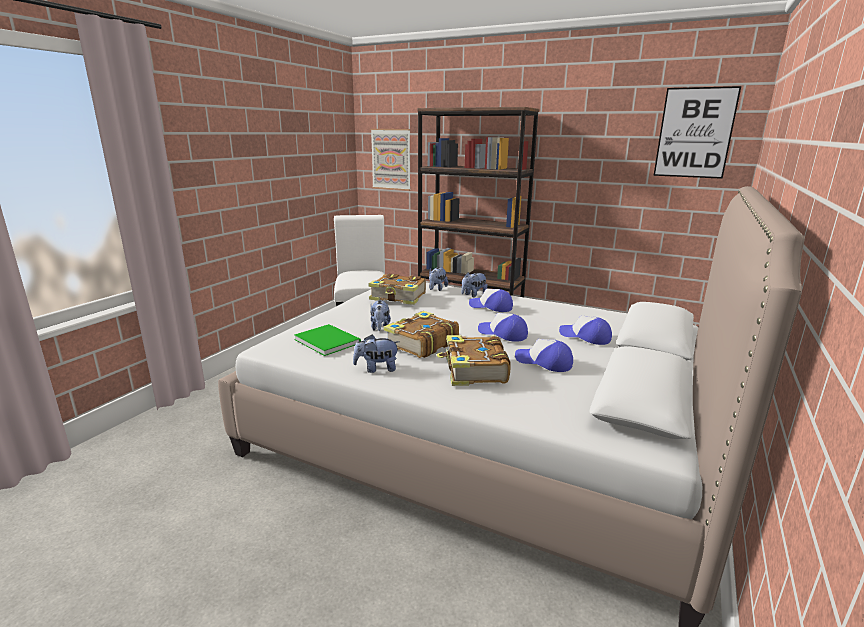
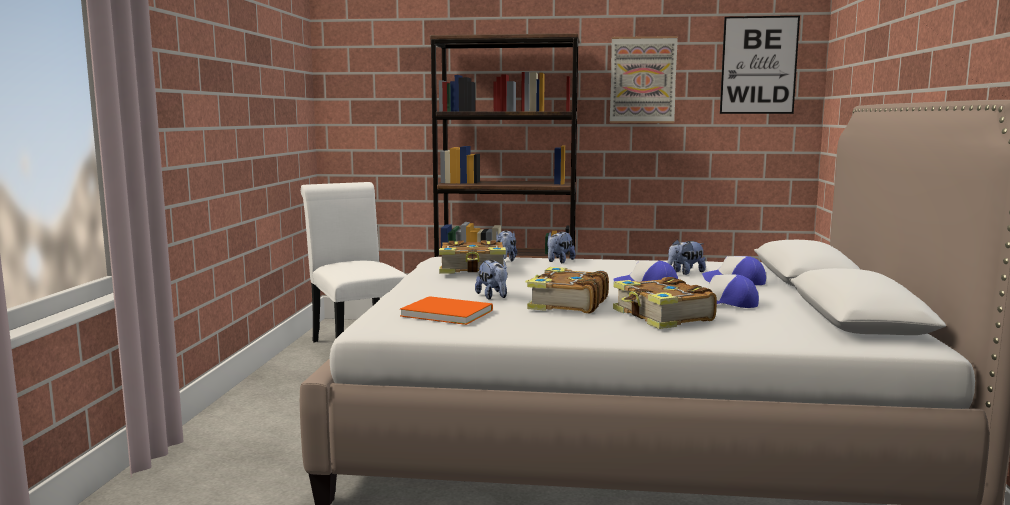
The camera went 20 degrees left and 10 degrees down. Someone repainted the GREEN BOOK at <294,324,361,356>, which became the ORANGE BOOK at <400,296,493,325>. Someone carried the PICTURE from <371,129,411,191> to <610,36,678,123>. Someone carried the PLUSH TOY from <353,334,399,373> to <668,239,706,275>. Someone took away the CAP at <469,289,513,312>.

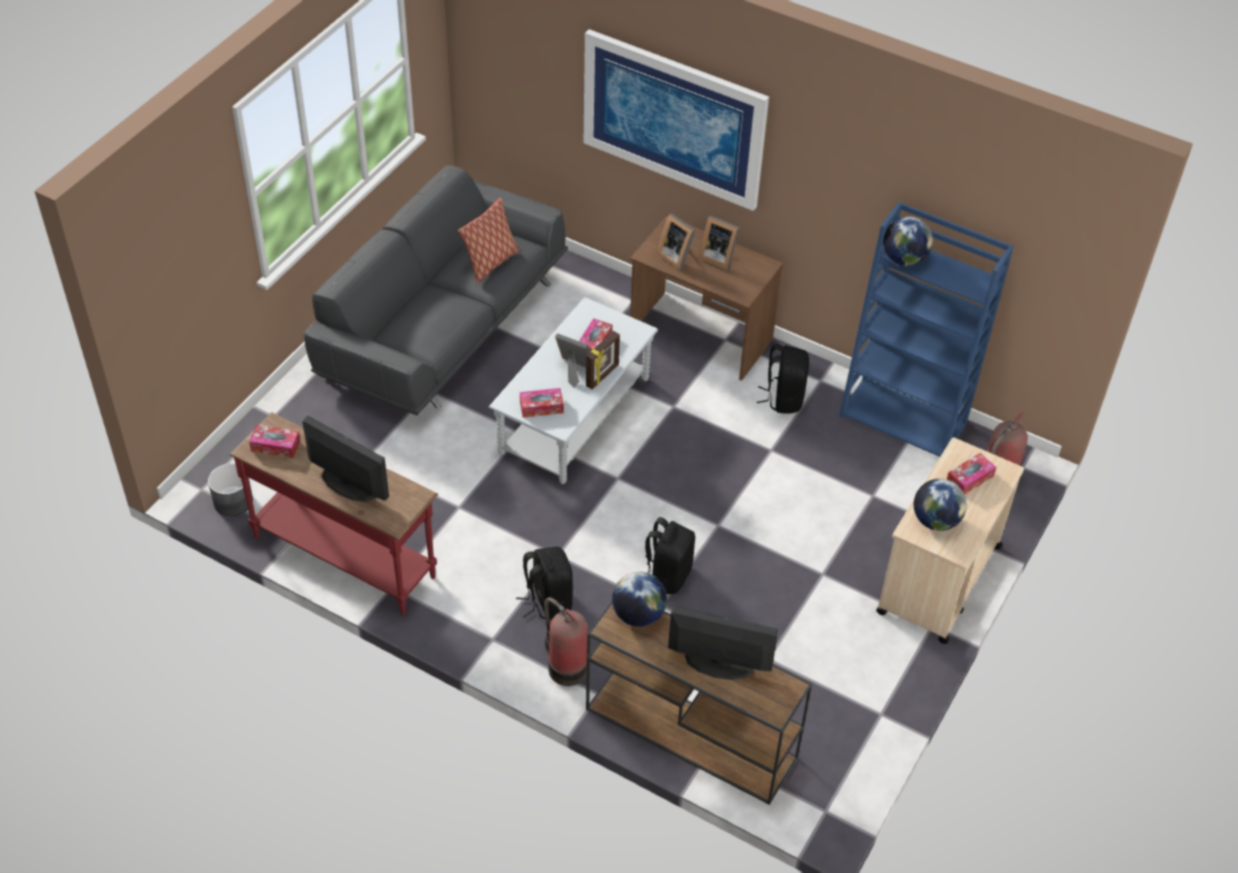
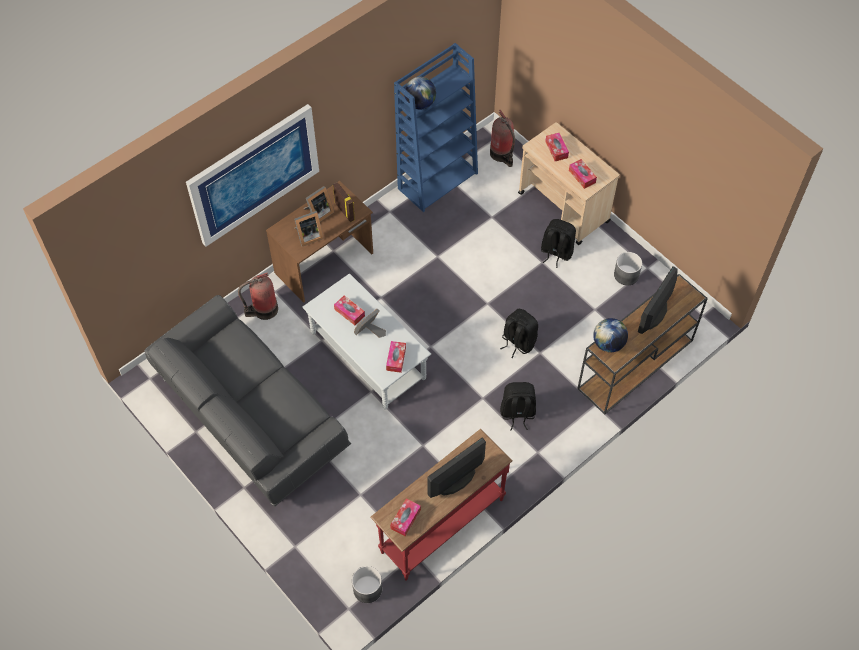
The camera went 70 degrees left and 10 degrees up. Someone carried the FIRE EXTINGUISHER from <544,597,588,686> to <238,272,278,320>. Someone carried the PICTURE FRAME from <586,331,620,389> to <333,182,355,222>. Someone carried the BLACK BACKPACK from <757,344,809,414> to <541,219,576,268>. Someone swapped the GLOBE at <914,479,967,531> for the TISSUE BOX at <569,159,597,189>. Someone put down the GREY PLANTER at <614,252,642,285>. Someone took away the PILLOW at <458,198,519,283>.

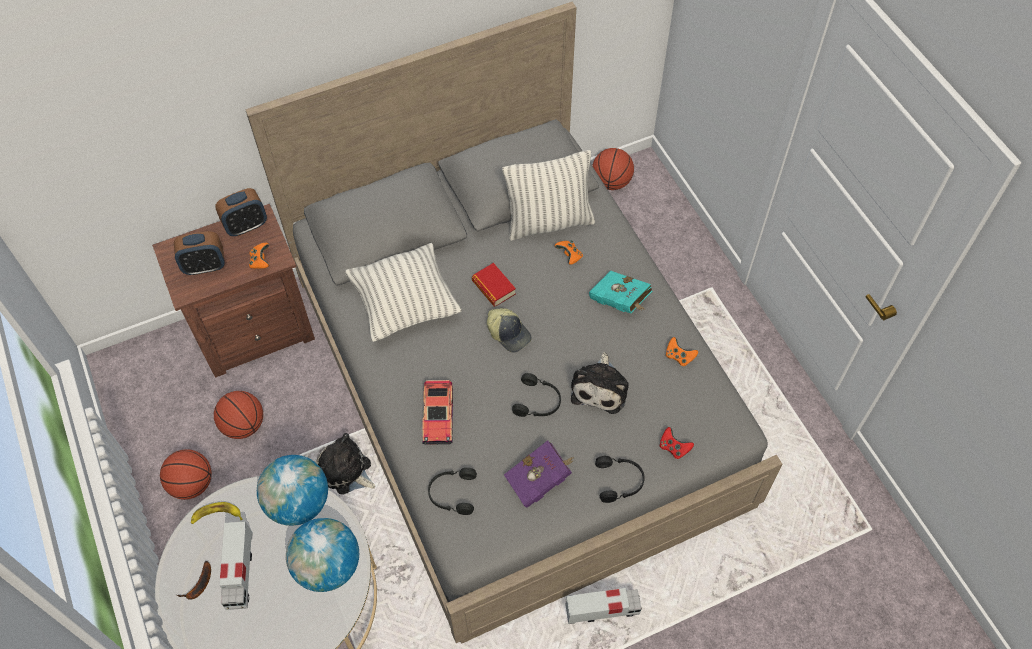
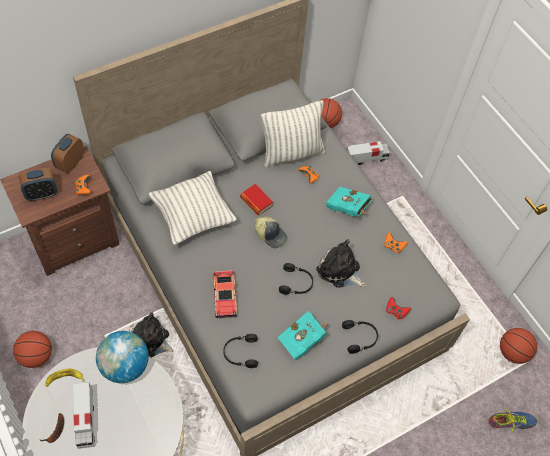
The camera went 10 degrees left and 0 degrees up. Someone rotated the ALARM CLOCK at <215,188,267,236> by 150 degrees clockwise. Someone repainted the PURPLE BOOK at <504,440,574,508>, which became the TURQUOISE BOOK at <277,311,328,360>. Someone rotated the PLUSH TOY at <571,352,629,414> by 120 degrees clockwise. Someone carried the TOY TRUCK from <565,588,642,624> to <346,141,390,165>. Someone put down the SHOE at <489,408,537,432>. Someone carried the BASKETBALL from <214,391,263,439> to <500,328,537,364>. Someone took away the GLOBE at <286,518,359,592>.

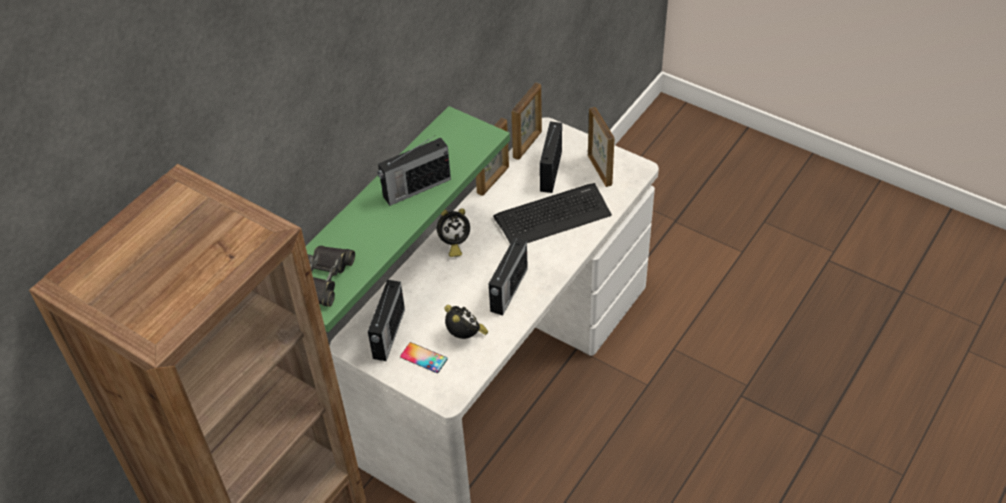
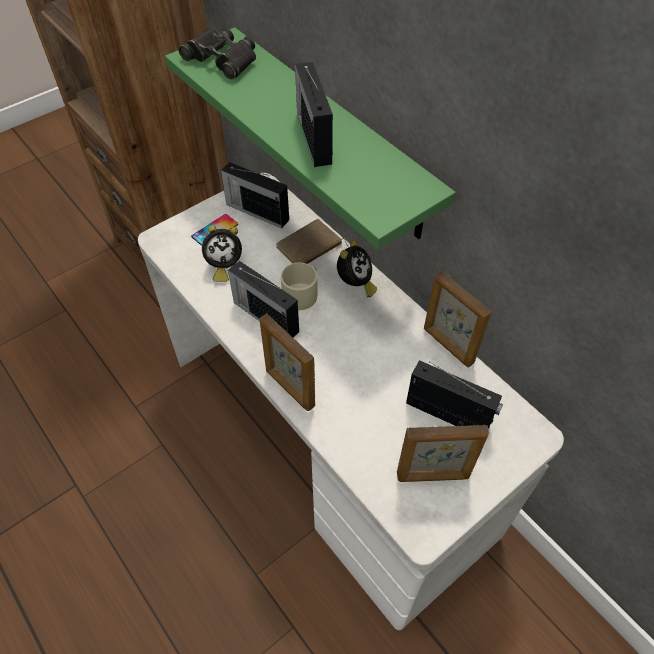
The camera went 105 degrees right and 5 degrees up. Someone carried the PICTURE FRAME from <512,83,542,160> to <260,313,315,411>. Someone put down the BROWN BOOK at <276,219,349,264>. Someone put down the BEIGE MUG at <281,262,318,310>. Someone rotated the ALARM CLOCK at <437,208,470,257> by 150 degrees counterclockwise. Someone took away the KEYBOARD at <493,183,612,244>.

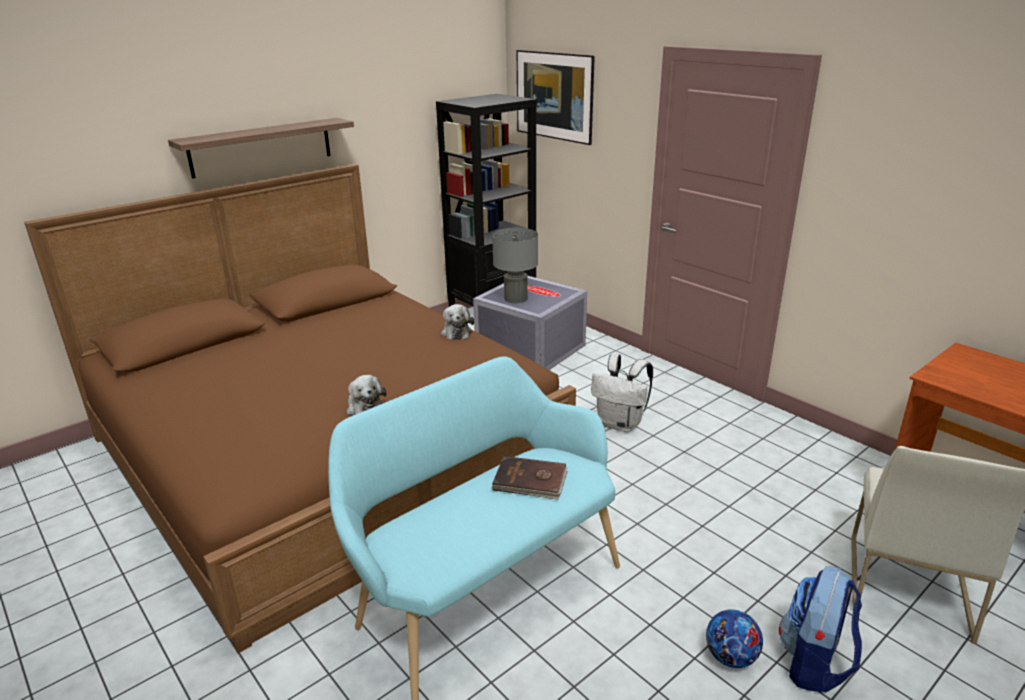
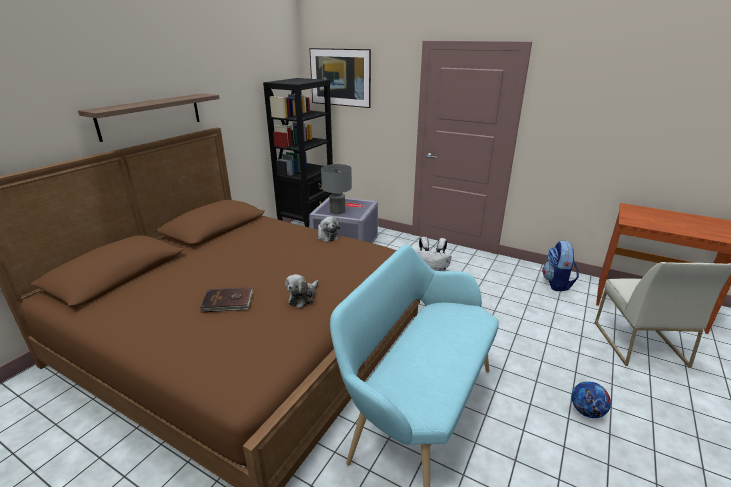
The camera went 20 degrees left and 0 degrees up. Someone carried the BROWN BOOK from <491,456,568,500> to <200,287,253,313>. Someone rotated the PLUSH TOY at <346,375,387,415> by 75 degrees clockwise. Someone carried the BACKPACK from <779,566,862,693> to <542,241,579,291>.

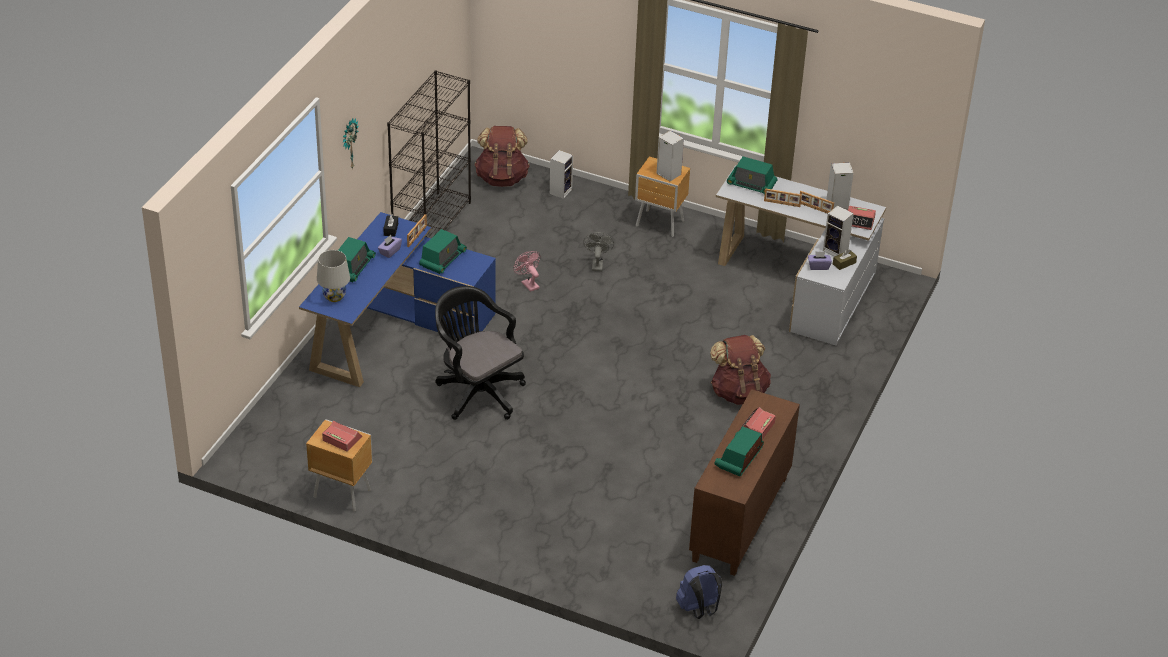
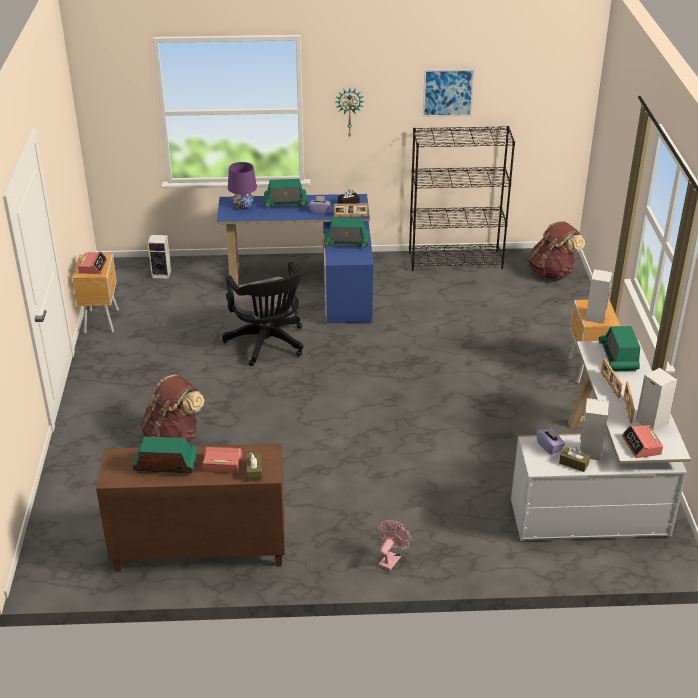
The camera went 65 degrees right and 5 degrees down. Someone carried the BROWN BACKPACK from <710,335,771,405> to <140,374,205,443>. Someone carried the SPEAKER from <550,150,573,199> to <148,235,171,279>. Someone rotated the BLACK OFFICE CHAIR at <435,286,526,420> by 135 degrees clockwise. Someone repainted the WHITE TABLE LAMP at <317,250,350,302>, which became the PURPLE TABLE LAMP at <228,162,257,210>. Someone put down the BROWN TISSUE BOX at <246,453,262,481>. Someone carried the PINK FAN from <514,251,540,292> to <378,520,412,571>. Someone put up the PICTURE at <423,69,475,117>. Someone took away the GREY FAN at <583,232,614,272>. Someone took away the BLUE BACKPACK at <676,565,722,619>.

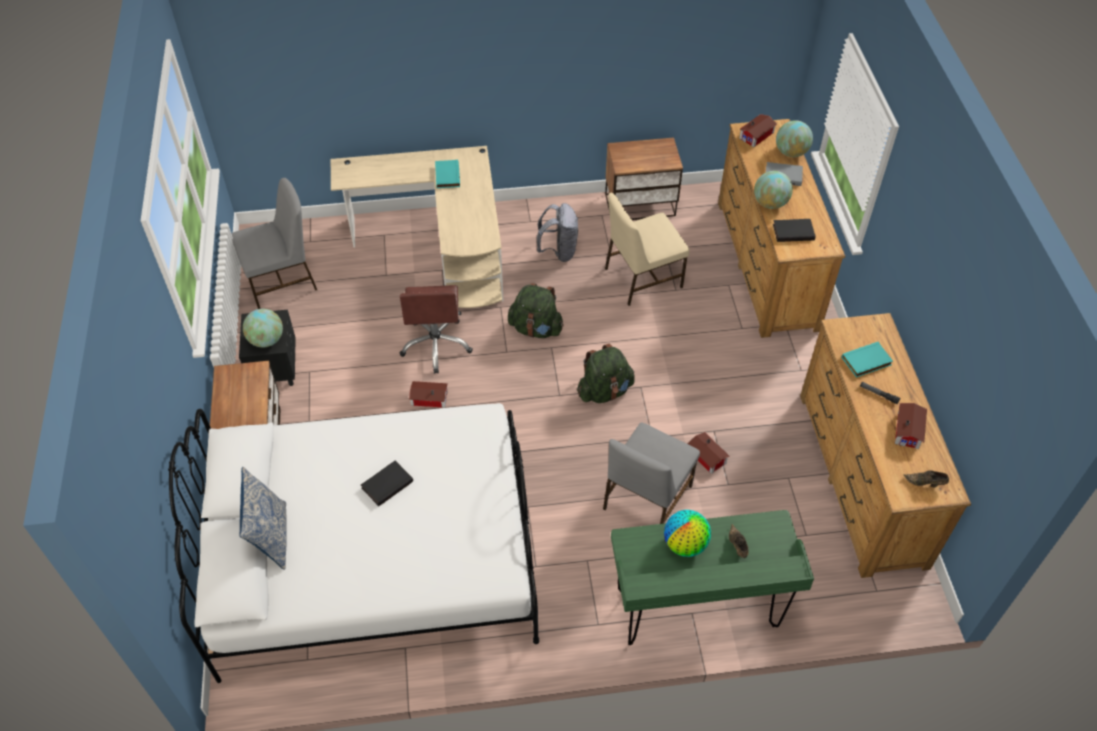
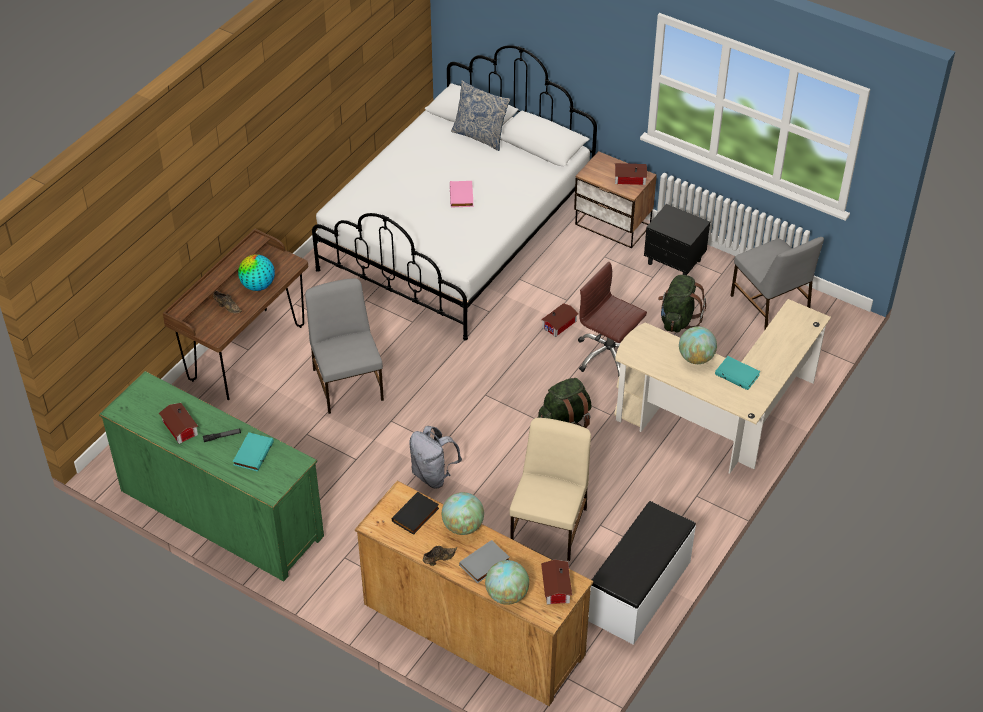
The camera went 130 degrees right and 5 degrees down. Someone repainted the BROWN DRESSER at <800,313,971,578>, which became the GREEN DRESSER at <99,371,324,581>. Someone repainted the GREEN DESK at <611,510,814,645>, which became the BROWN DESK at <163,229,308,400>. Someone carried the GREY BACKPACK from <537,203,578,262> to <409,426,462,488>. Someone carried the BROWN SHOE from <904,470,949,488> to <423,546,457,566>. Someone repainted the BLACK BOOK at <361,461,413,506>, which became the PINK BOOK at <450,181,473,208>. Someone swapped the NIGHTSTAND at <605,137,683,220> for the WHITE BENCH at <588,501,696,645>. Someone carried the TOY HOUSE from <687,432,730,474> to <615,163,647,185>. Someone carried the GREEN BACKPACK from <577,344,635,403> to <658,275,706,332>. Someone carried the GLOBE from <243,309,283,347> to <679,326,717,364>. Someone rotated the GREY CHAIR at <231,178,317,309> by 45 degrees counterclockwise.

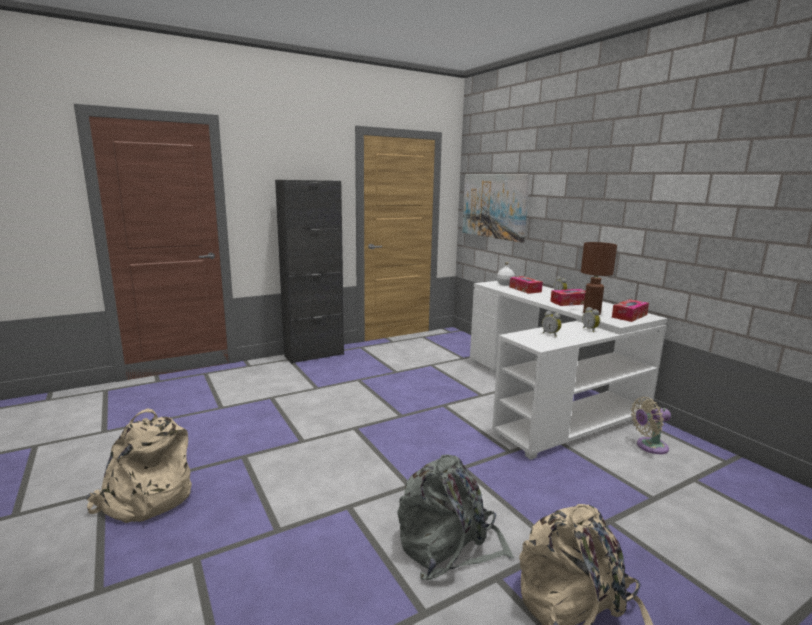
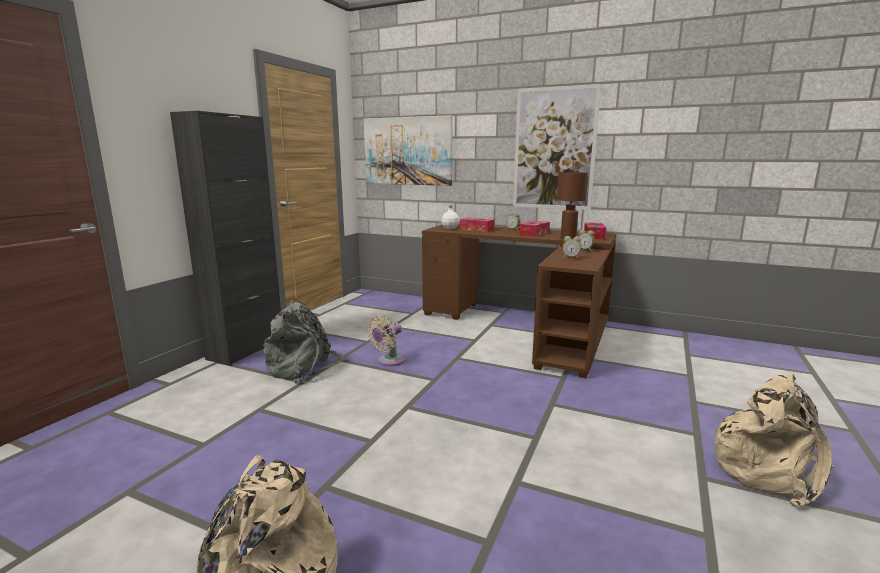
The camera went 35 degrees left and 0 degrees up. Someone carried the GREY BACKPACK from <397,454,514,580> to <263,299,349,384>. Someone carried the BEIGE FAN from <631,397,671,454> to <367,315,405,366>. Someone repainted the WHITE DESK at <470,281,667,460>, which became the BROWN DESK at <422,224,616,378>. Someone put up the PICTURE at <513,84,601,210>.

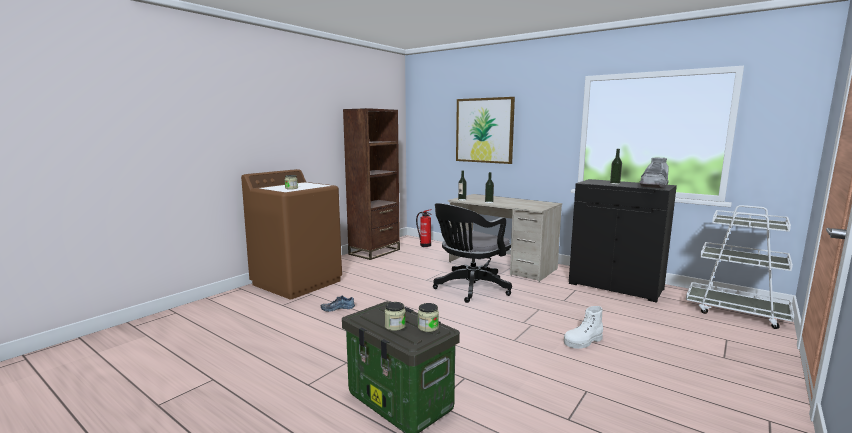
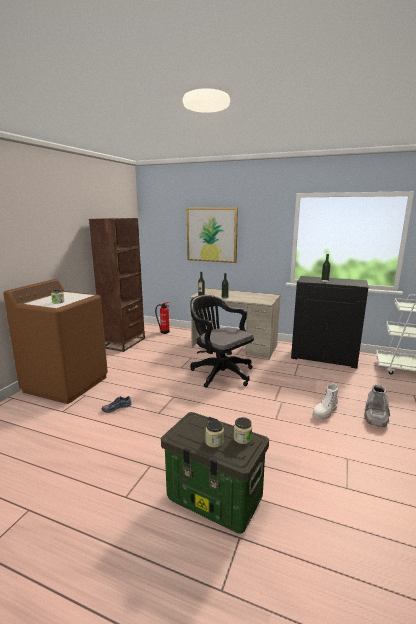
The camera went 15 degrees left and 5 degrees up. Someone rotated the BLACK OFFICE CHAIR at <433,203,512,303> by 105 degrees clockwise. Someone carried the GREY BOOT from <640,158,669,188> to <364,384,390,427>.

